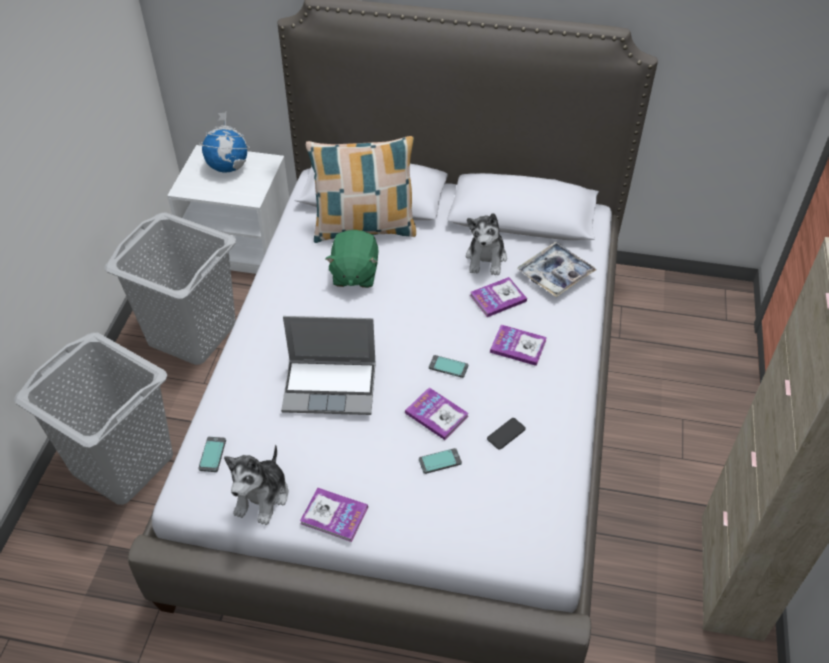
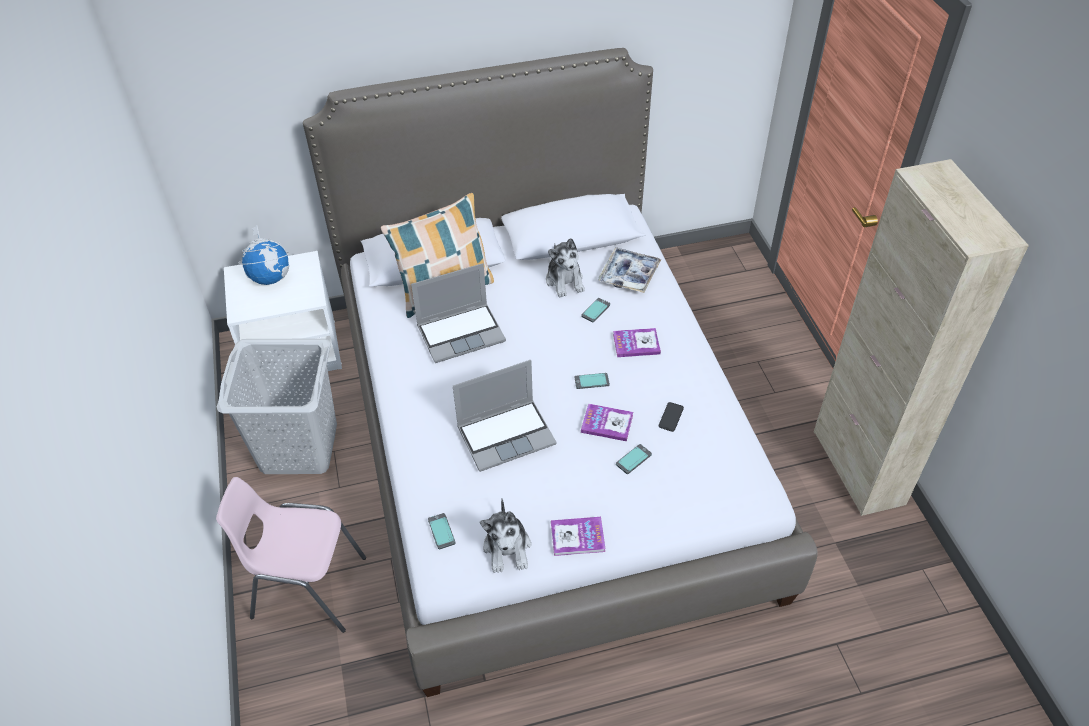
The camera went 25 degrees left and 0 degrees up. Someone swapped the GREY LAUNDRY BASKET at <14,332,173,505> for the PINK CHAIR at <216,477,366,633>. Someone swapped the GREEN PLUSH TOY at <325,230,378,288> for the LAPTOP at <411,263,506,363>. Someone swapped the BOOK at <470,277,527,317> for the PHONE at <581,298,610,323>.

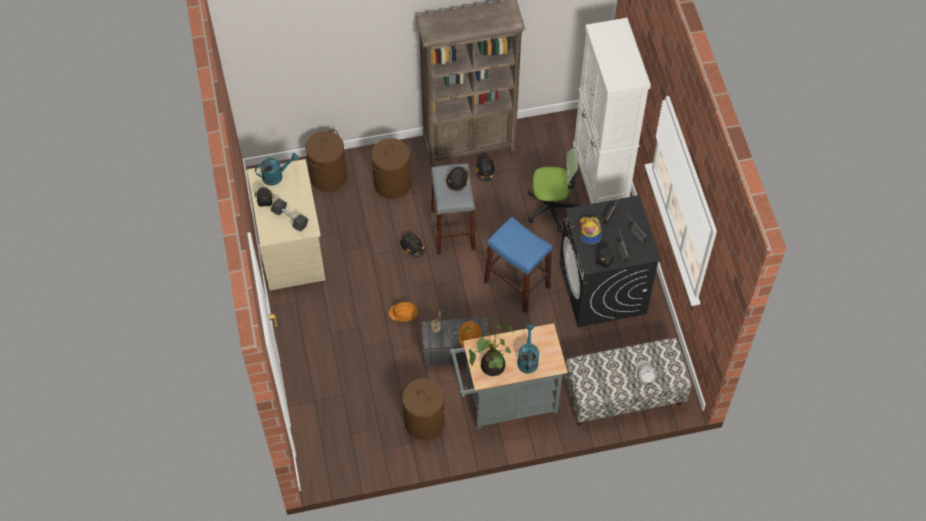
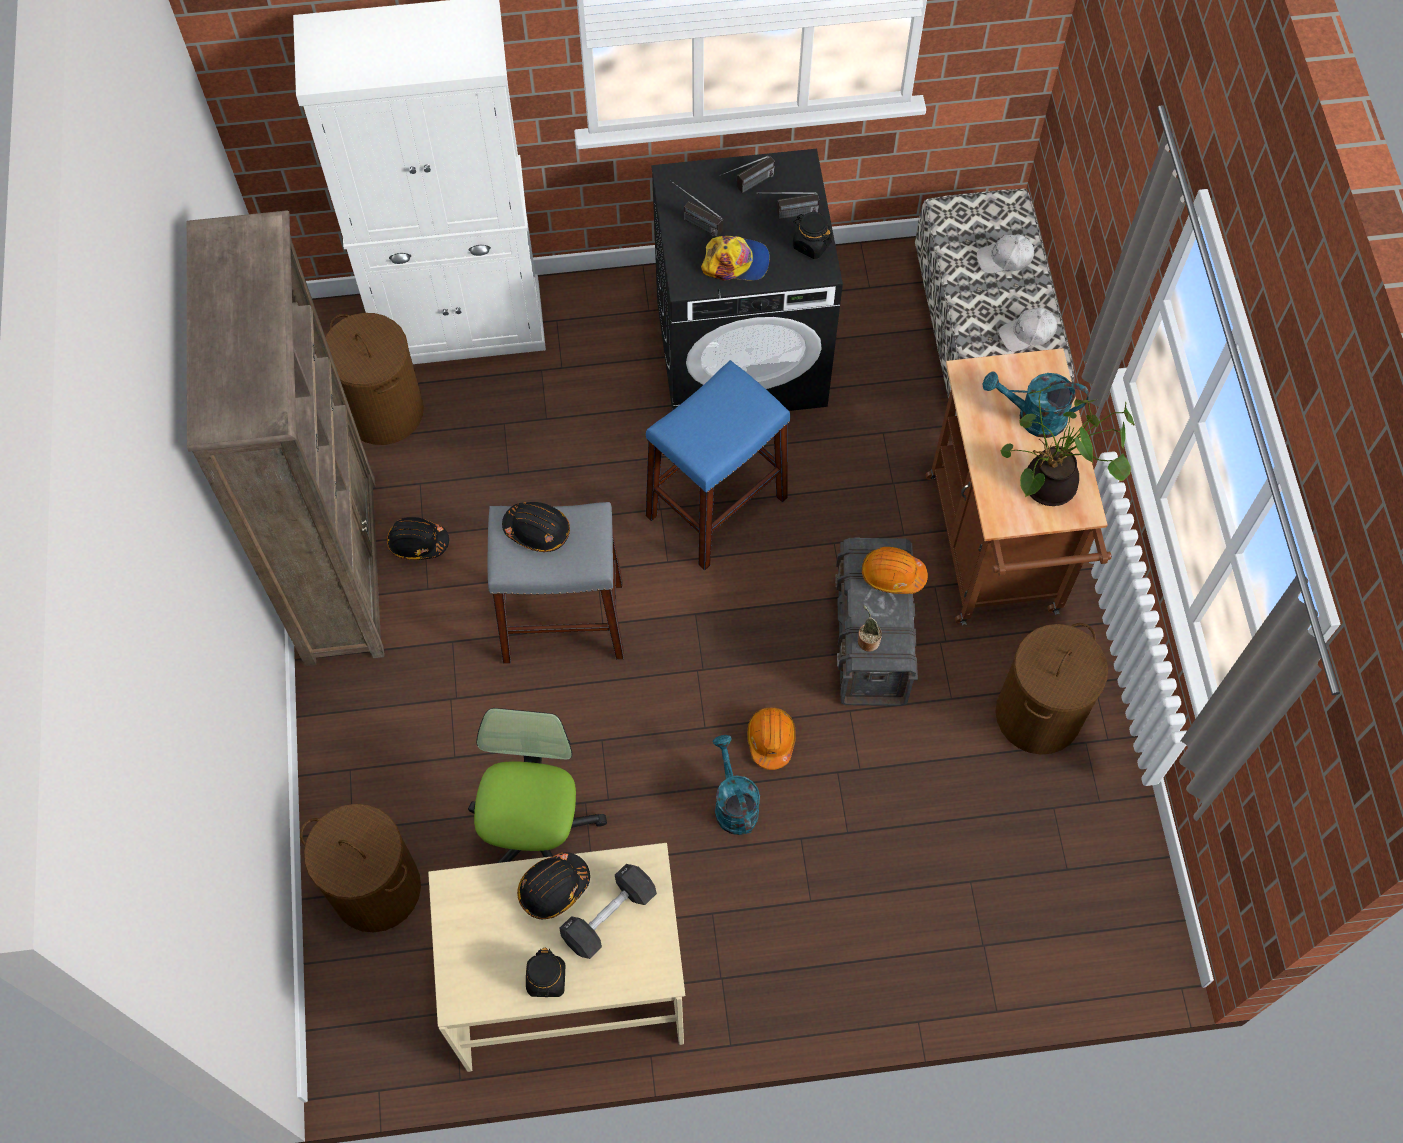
The camera went 85 degrees left and 5 degrees up. Someone carried the BROWN LAUNDRY BASKET from <370,138,411,199> to <325,313,424,445>. Someone carried the OFFICE CHAIR from <528,147,580,233> to <468,708,607,863>. Someone carried the BLACK HARD HAT from <400,233,425,257> to <517,852,590,919>. Someone carried the TURQUOISE WATERING CAN from <255,153,299,186> to <713,735,760,835>. Someone repainted the GREY CART at <449,323,568,430>, which became the BROWN CART at <926,348,1111,626>. Someone put down the WHITE CAP at <999,308,1057,351>.

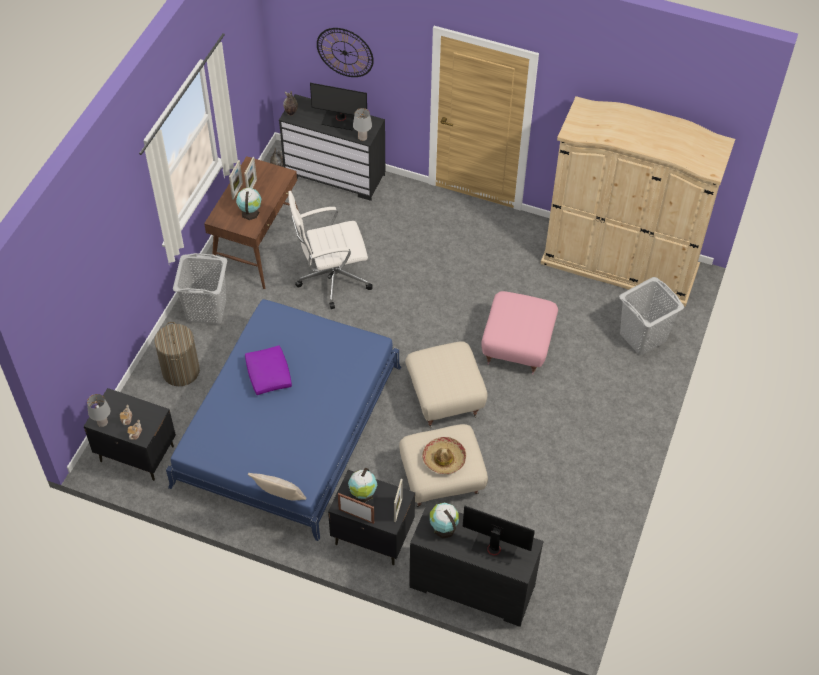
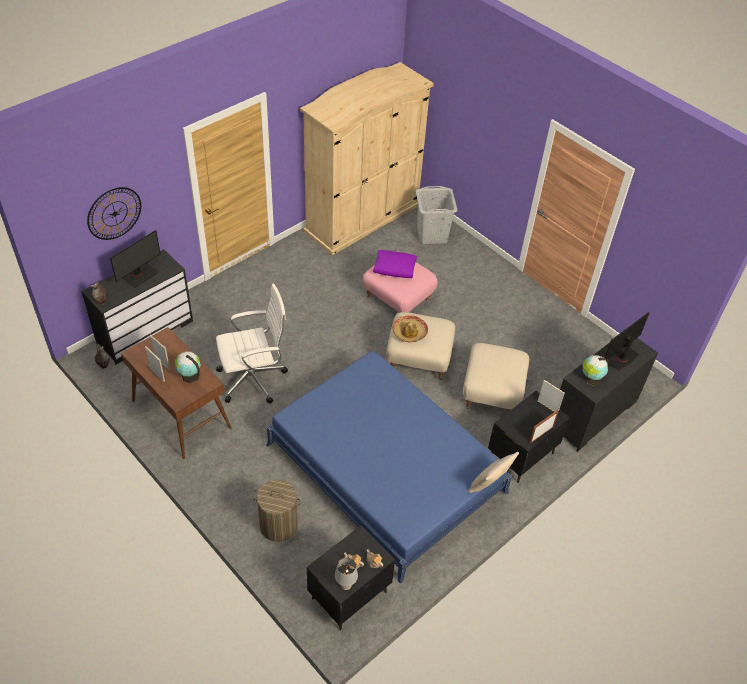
The camera went 65 degrees left and 5 degrees down. Someone rotated the WHITE OFFICE CHAIR at <288,191,373,309> by 120 degrees counterclockwise. Someone carried the PURPLE PILLOW from <245,345,292,395> to <373,250,417,278>. Someone carried the HAT from <422,437,466,474> to <393,315,428,342>. Someone took away the GREY LAUNDRY BASKET at <173,253,227,325>. Someone took away the GLOBE at <348,468,377,502>. Someone took away the GREY TABLE LAMP at <353,108,372,141>.

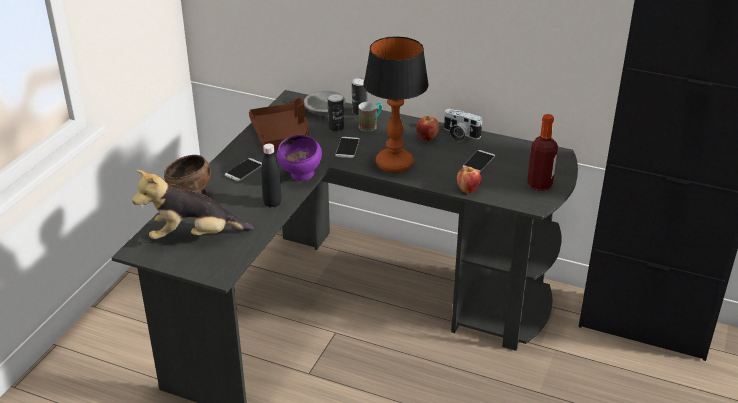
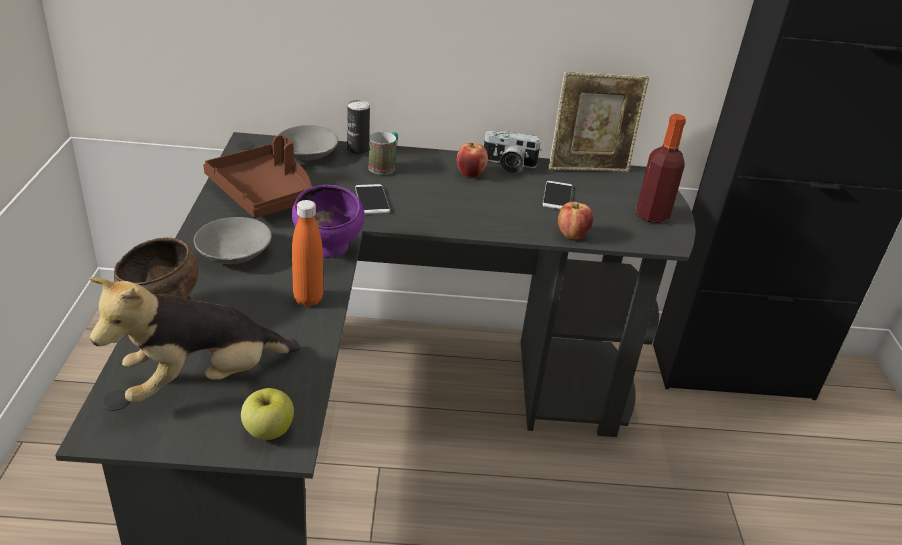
The camera went 25 degrees left and 0 degrees up. Someone swapped the PHONE at <225,158,262,181> for the GREY BOWL at <194,217,272,264>. Someone put down the APPLE at <241,388,294,440>. Someone repainted the BLACK BOTTLE at <261,143,281,207>, which became the ORANGE BOTTLE at <292,200,323,307>. Someone put down the PICTURE FRAME at <549,72,649,172>. Someone took away the CAN at <328,93,344,132>. Someone took away the TABLE LAMP at <363,36,429,173>.

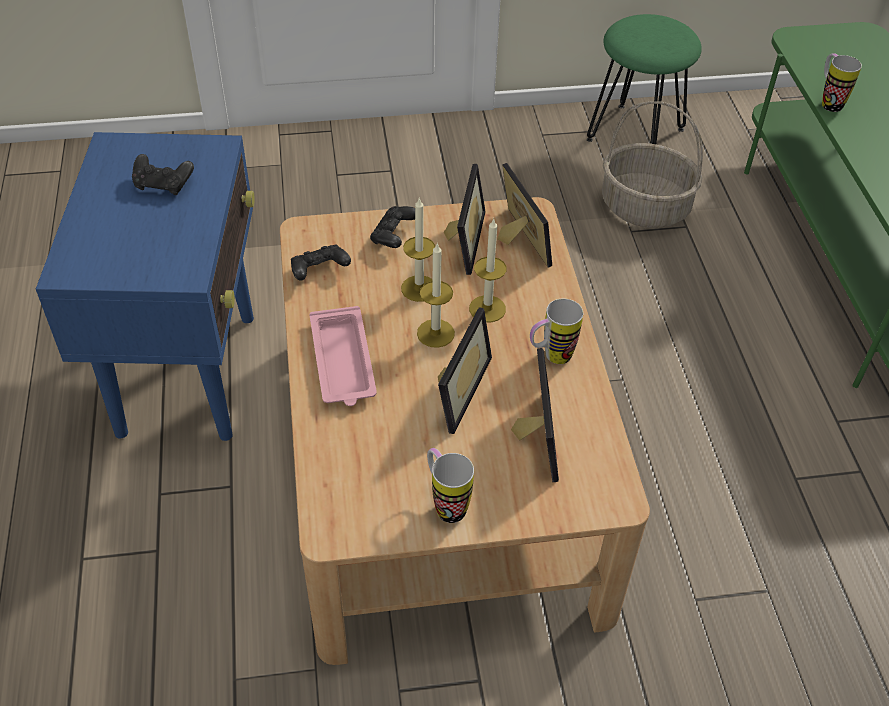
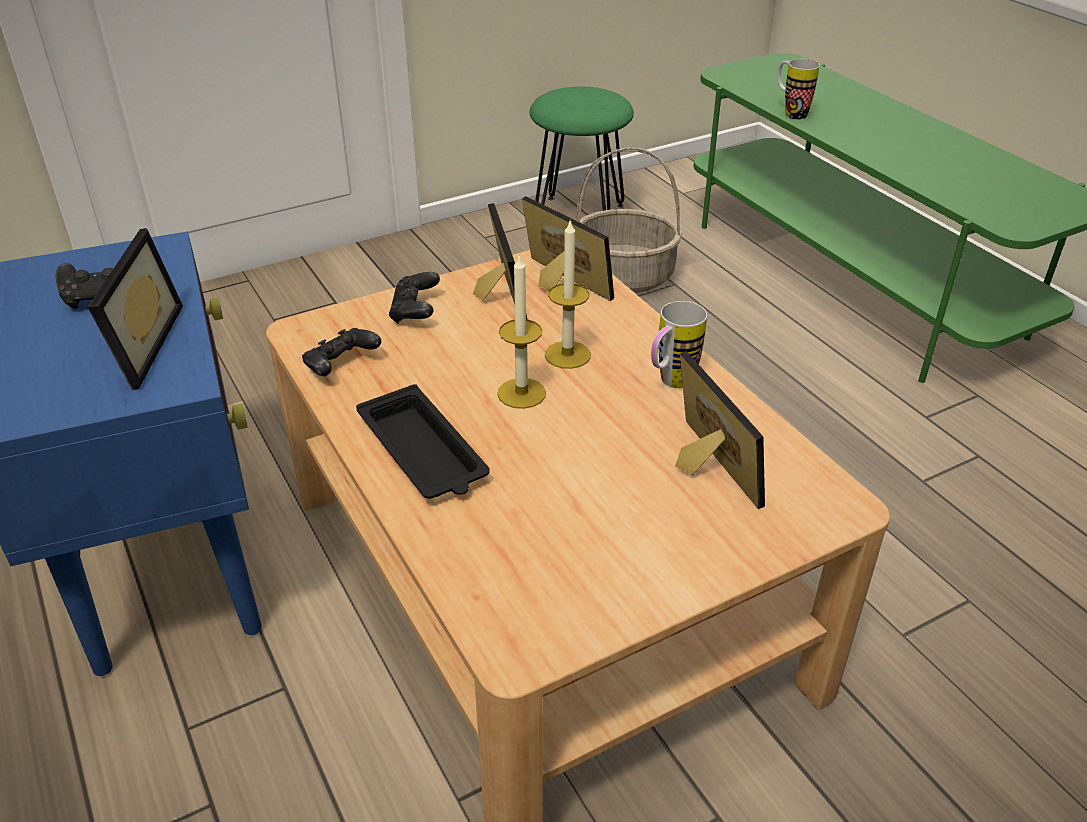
The camera went 20 degrees left and 10 degrees down. Someone carried the PICTURE FRAME from <438,307,492,434> to <88,228,183,390>. Someone repainted the PINK TRAY at <310,306,377,406>, which became the BLACK TRAY at <356,384,490,499>. Someone took away the CANDLE at <401,197,435,302>. Someone took away the MUG at <427,448,474,523>.

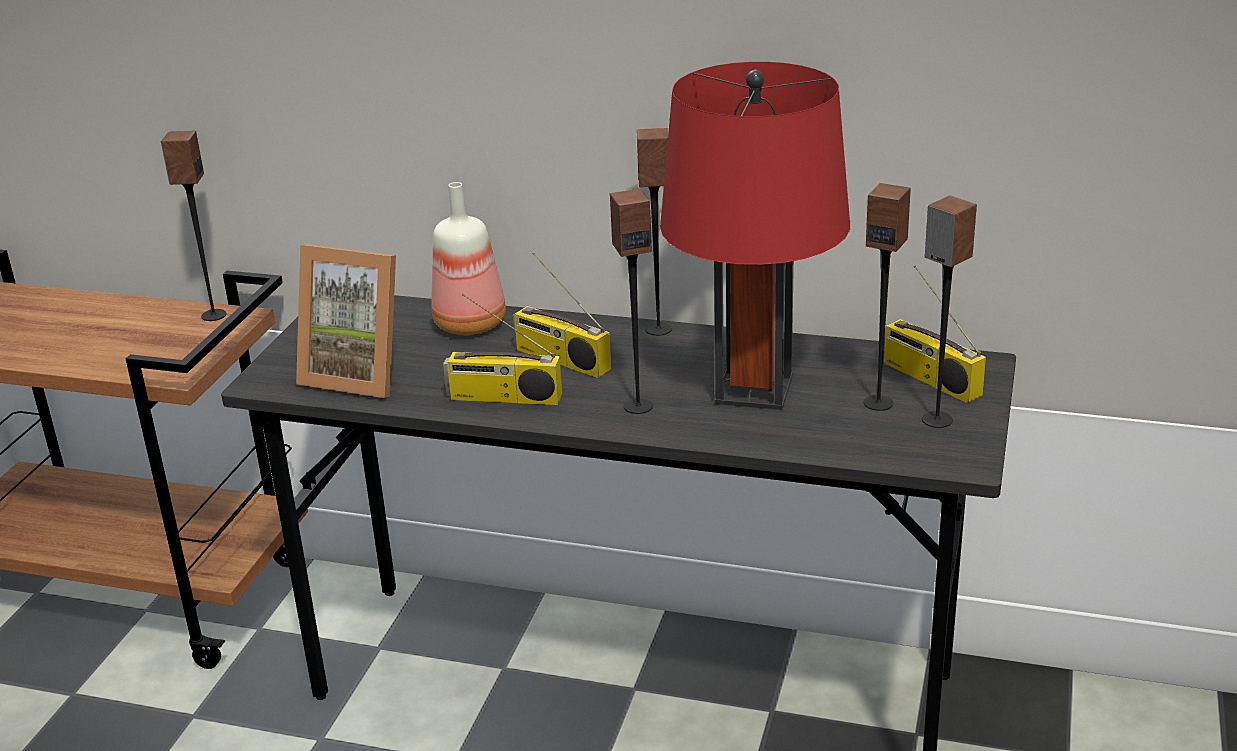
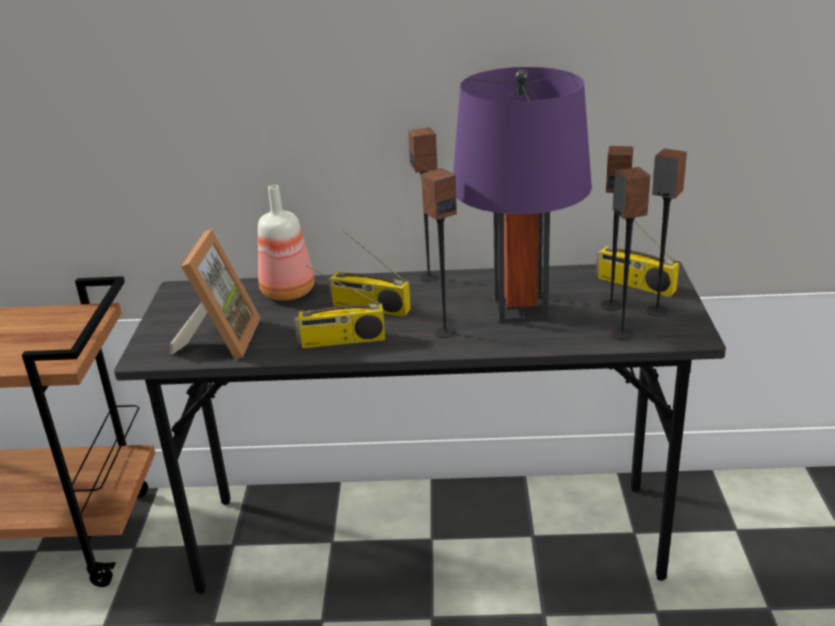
The camera went 15 degrees left and 0 degrees up. Someone rotated the PICTURE FRAME at <296,244,396,398> by 90 degrees counterclockwise. Someone repainted the RED TABLE LAMP at <660,62,850,410>, which became the PURPLE TABLE LAMP at <453,67,592,323>. Someone carried the SPEAKER from <161,131,227,321> to <611,167,650,340>.

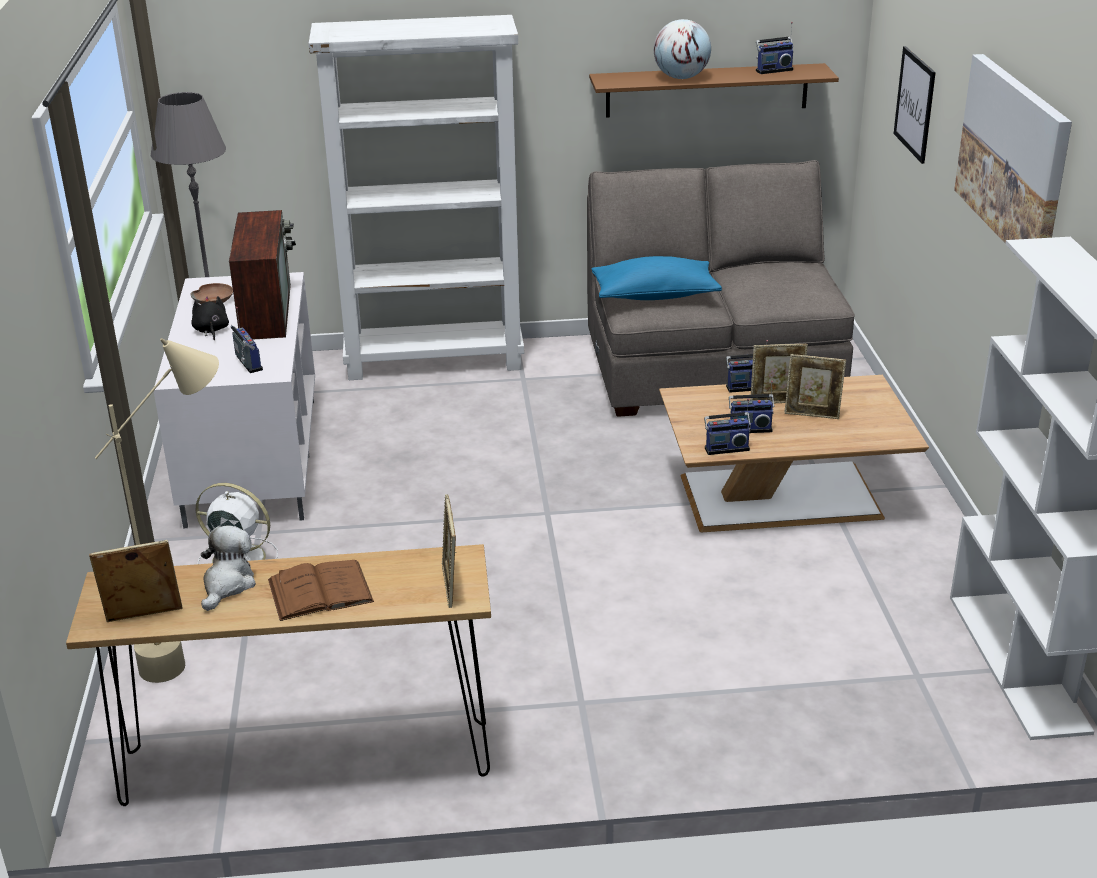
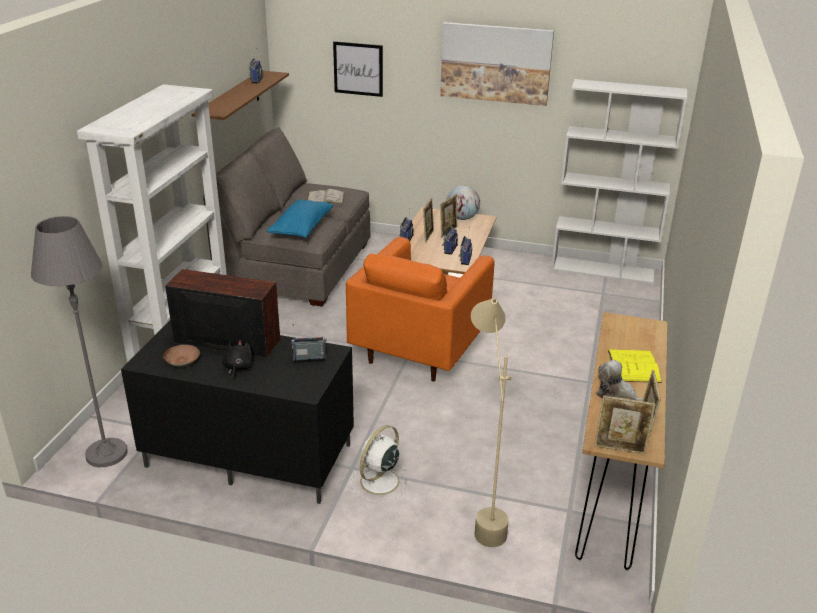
The camera went 70 degrees left and 0 degrees up. Someone repainted the WHITE TV STAND at <154,272,315,528>, which became the BLACK TV STAND at <121,320,354,504>. Someone rotated the BLACK PLUSH TOY at <191,296,229,340> by 90 degrees clockwise. Someone put down the WHITE BOOK at <307,189,344,204>. Someone put down the ORANGE ARMCHAIR at <346,237,494,382>. Someone carried the GLOBE from <654,19,711,79> to <446,185,480,220>. Someone carried the PICTURE FRAME from <442,494,456,608> to <594,395,656,454>. Someone repainted the BROWN BOOK at <268,560,374,621>, which became the YELLOW BOOK at <608,349,662,383>.

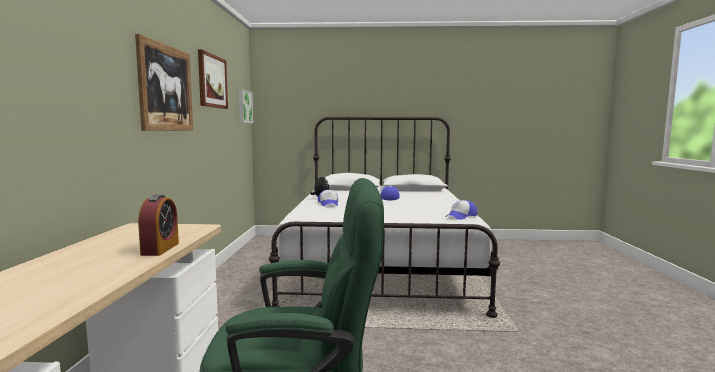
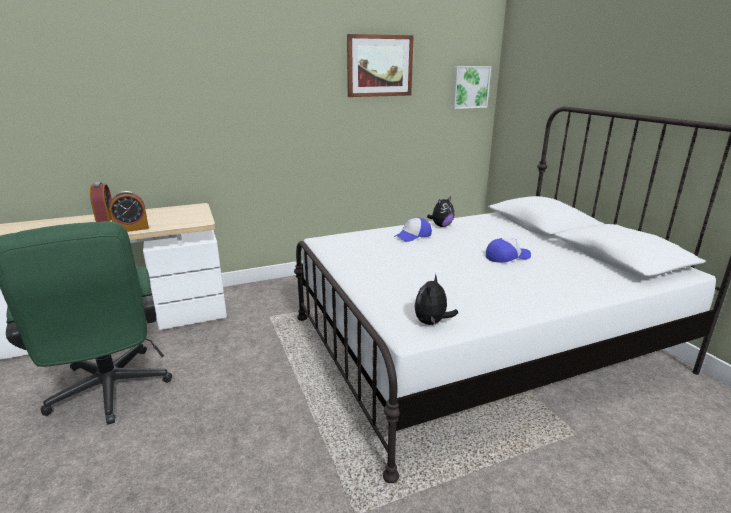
The camera went 65 degrees right and 15 degrees up. Someone put down the ALARM CLOCK at <90,182,112,222>. Someone swapped the CAP at <445,200,477,220> for the PLUSH TOY at <415,273,458,325>. Someone took away the PICTURE at <135,34,193,131>.

